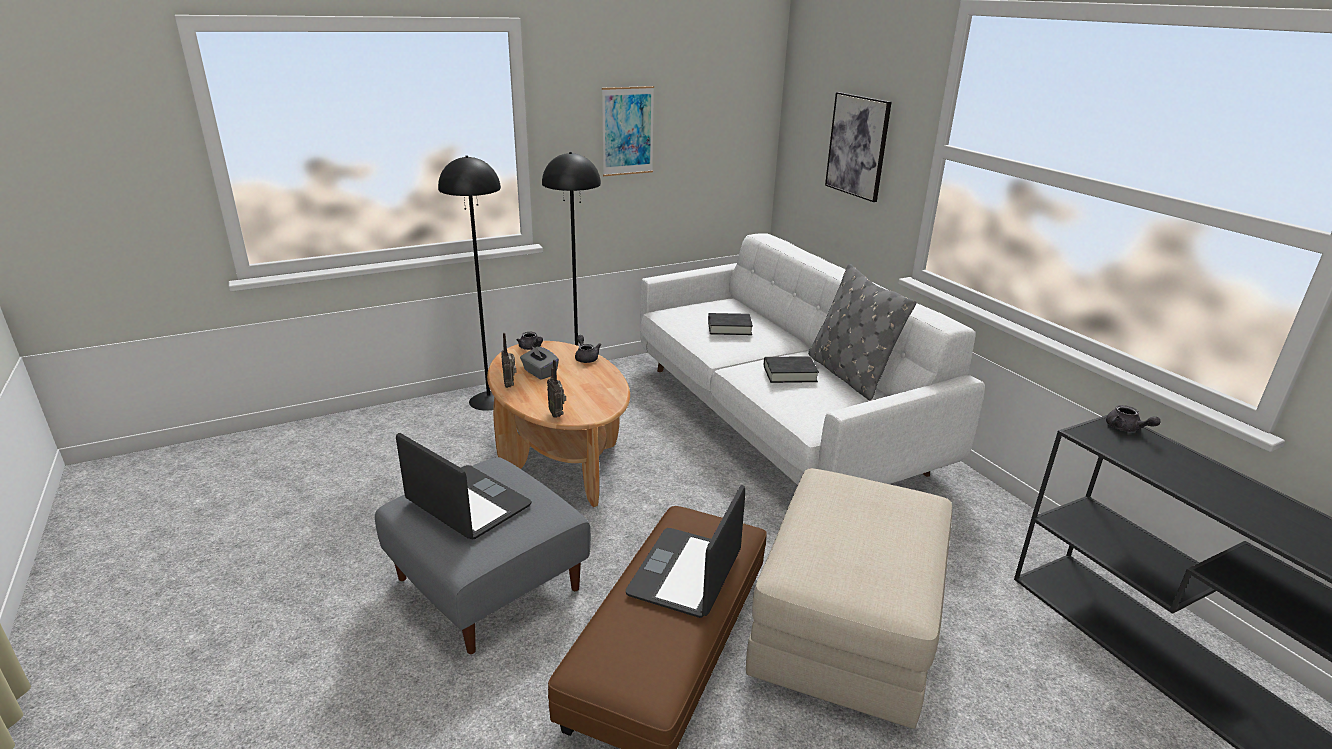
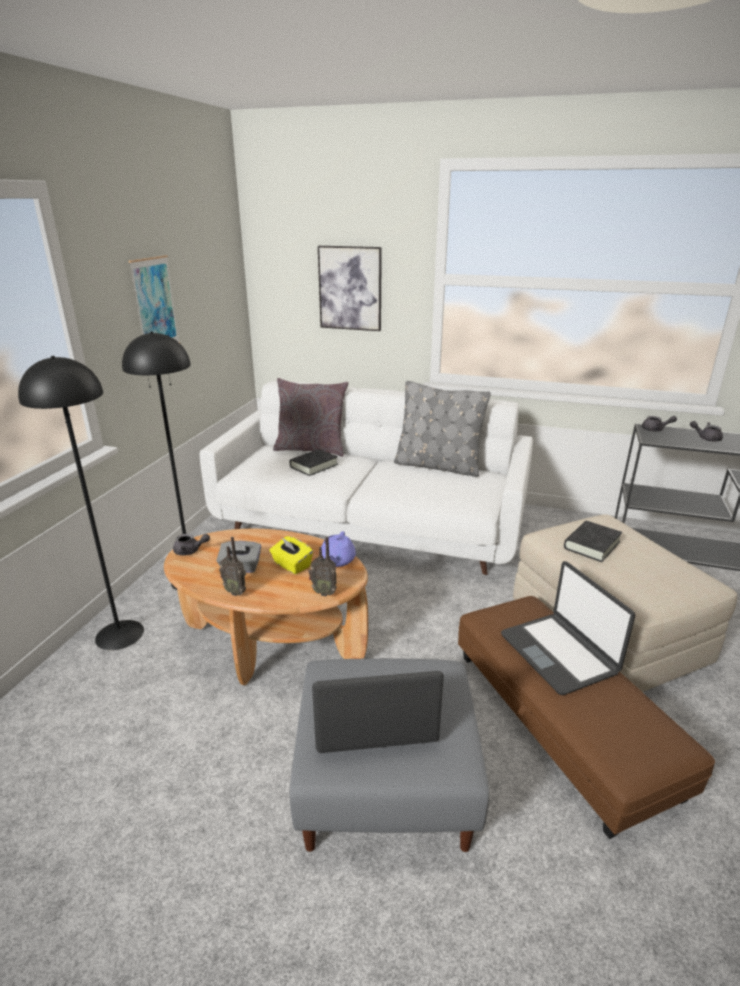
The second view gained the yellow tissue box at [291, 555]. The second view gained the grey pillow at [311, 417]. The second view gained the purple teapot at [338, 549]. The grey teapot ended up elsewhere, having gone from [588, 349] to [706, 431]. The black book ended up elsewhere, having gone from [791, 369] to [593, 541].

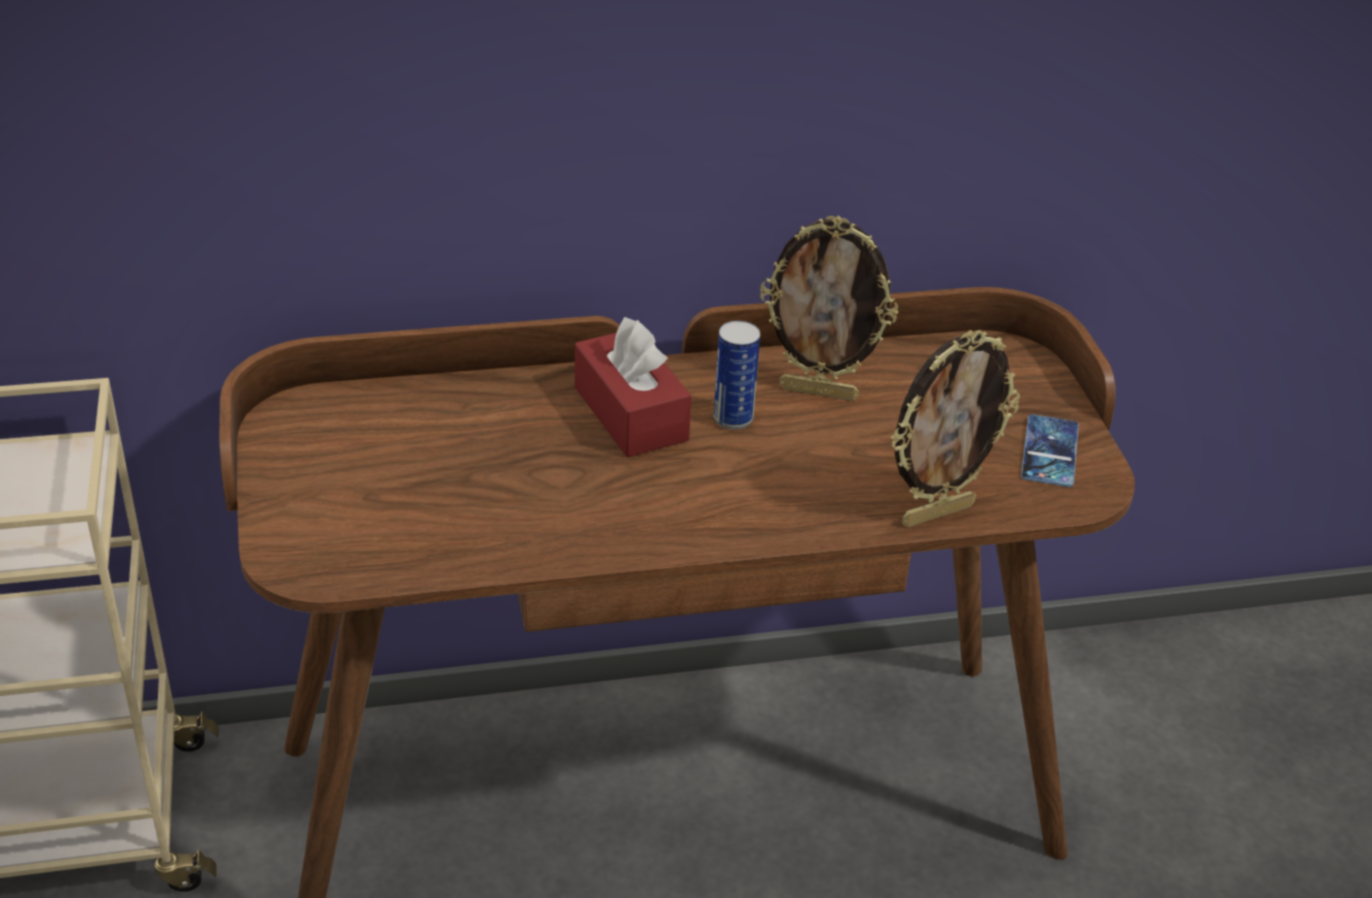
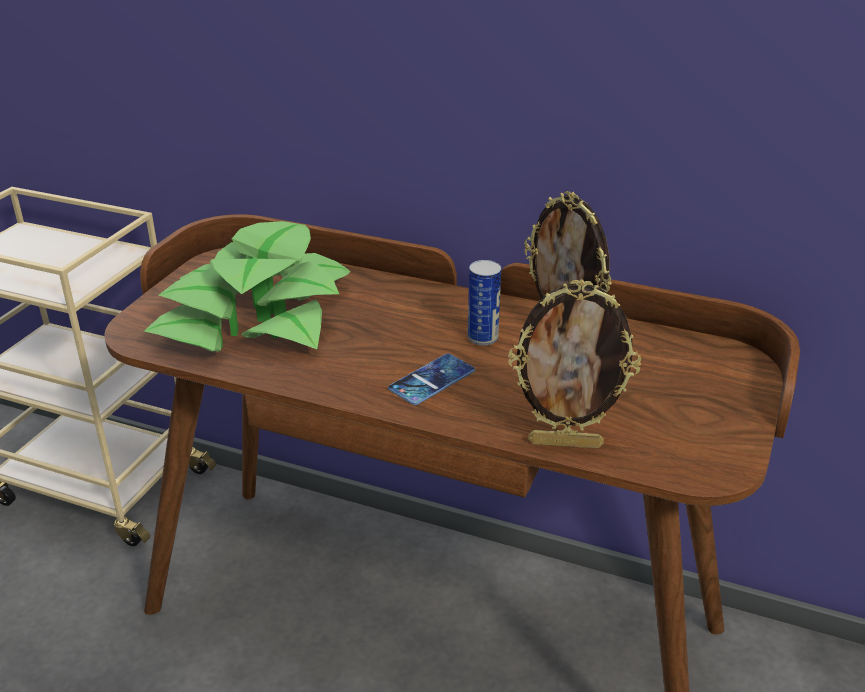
The second view lost the red tissue box at [633, 387]. The second view gained the potted plant at [247, 286]. The phone ended up elsewhere, having gone from [1050, 450] to [431, 379].

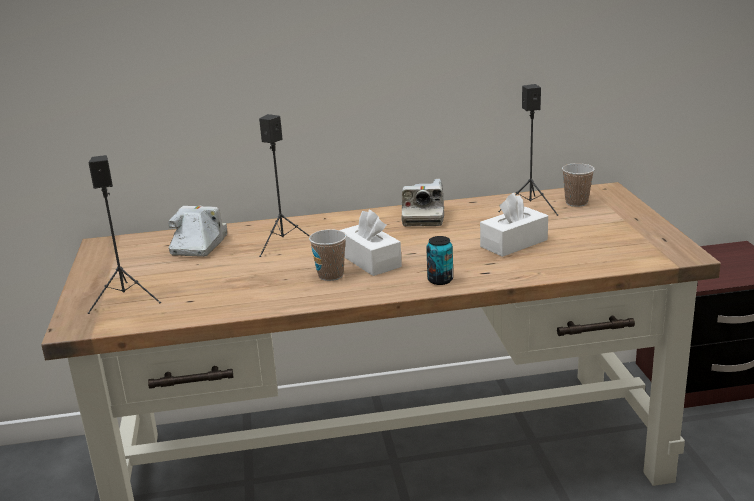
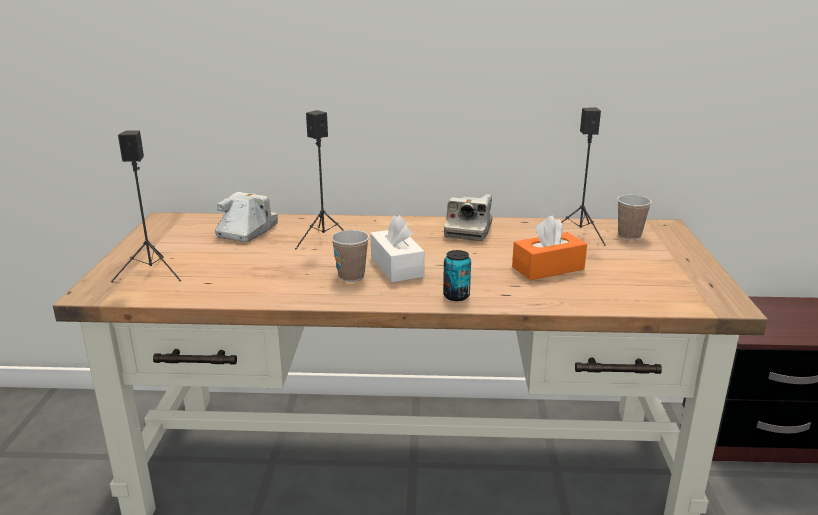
What was the white tissue box at [514, 225] turned into the orange tissue box at [549, 248].

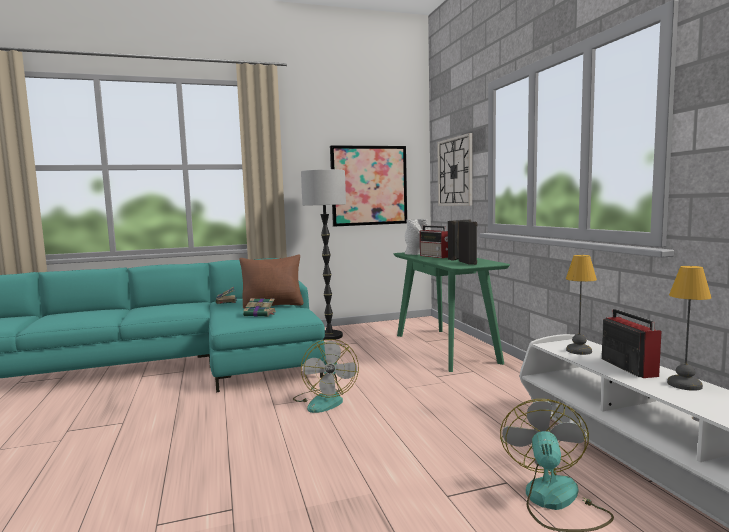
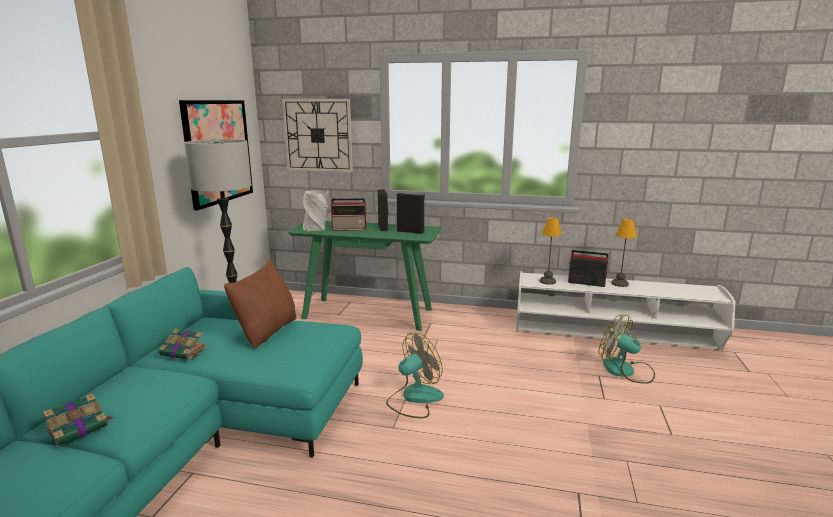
The book ended up elsewhere, having gone from [259, 307] to [79, 419]. The fan at [326, 376] ended up facing another way, 60 degrees counterclockwise from before.

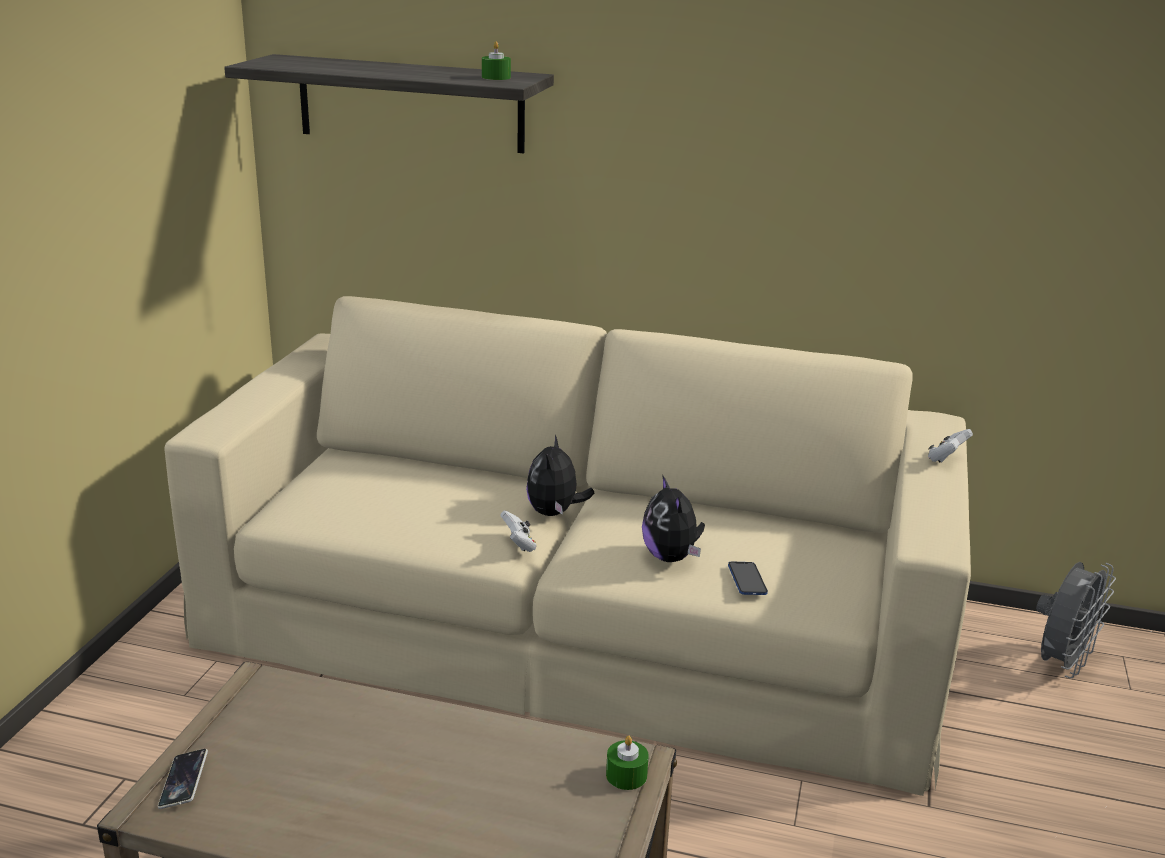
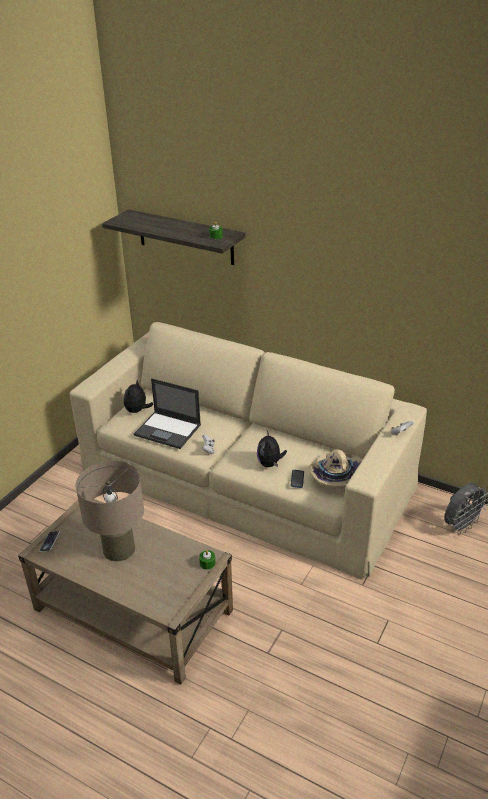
The second view gained the beige table lamp at [110, 511]. The second view gained the laptop at [167, 413]. The second view gained the beige hat at [335, 468]. The plush toy ended up elsewhere, having gone from [560, 475] to [138, 397].

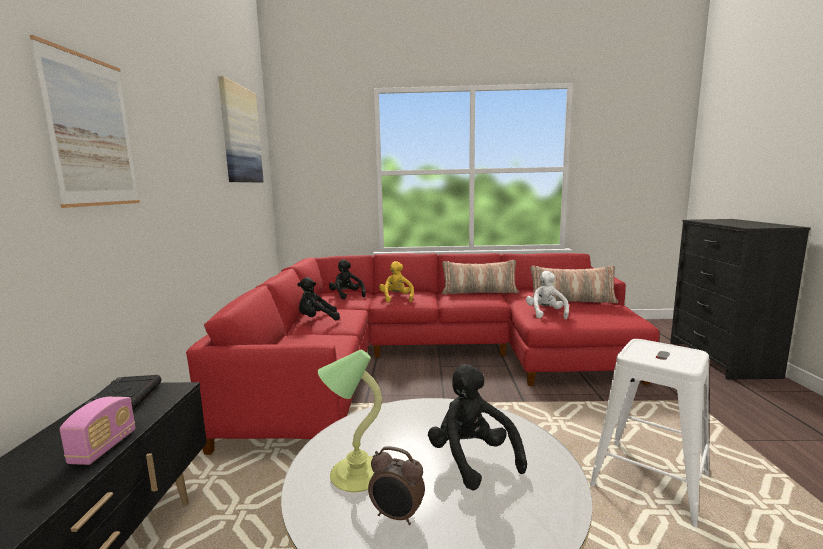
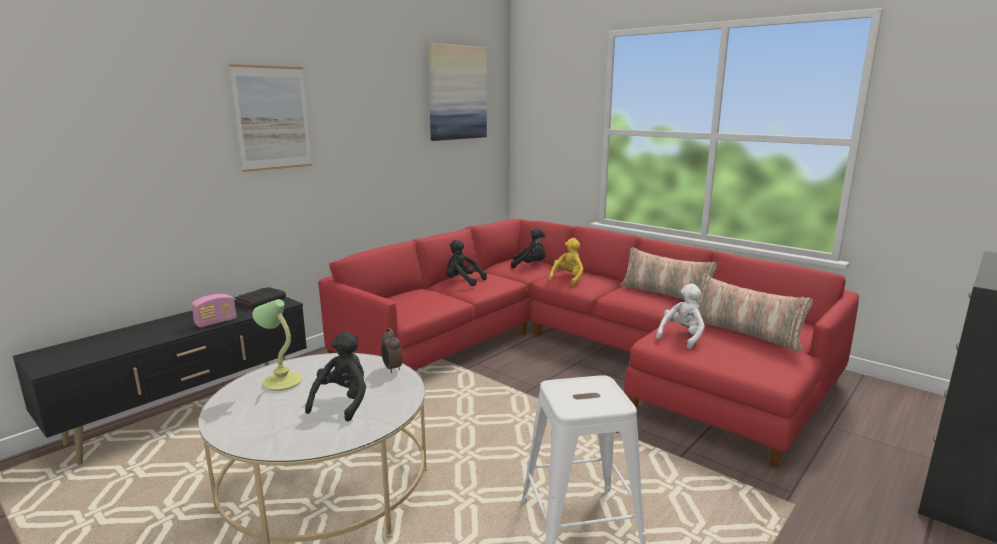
The alarm clock ended up elsewhere, having gone from [396, 485] to [391, 350]. The black plush toy at [347, 279] ended up facing another way, 90 degrees clockwise from before.

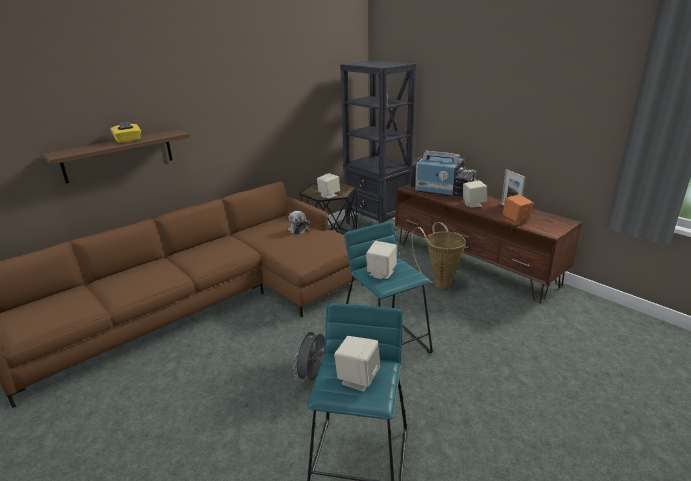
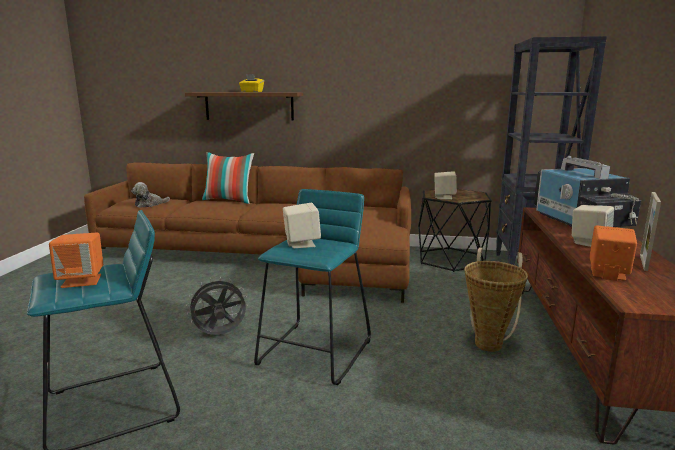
The second view gained the pillow at [228, 178]. The plush toy ended up elsewhere, having gone from [298, 222] to [150, 195]. What was the beige speaker at [357, 364] turned into the orange speaker at [76, 260].

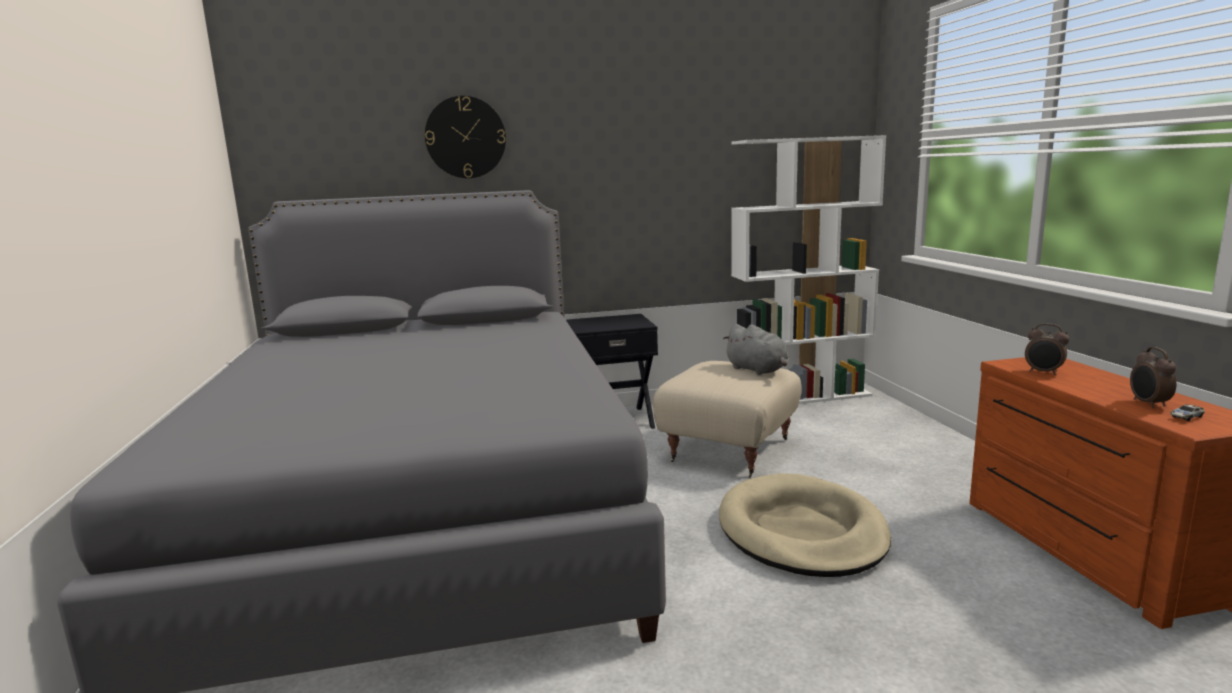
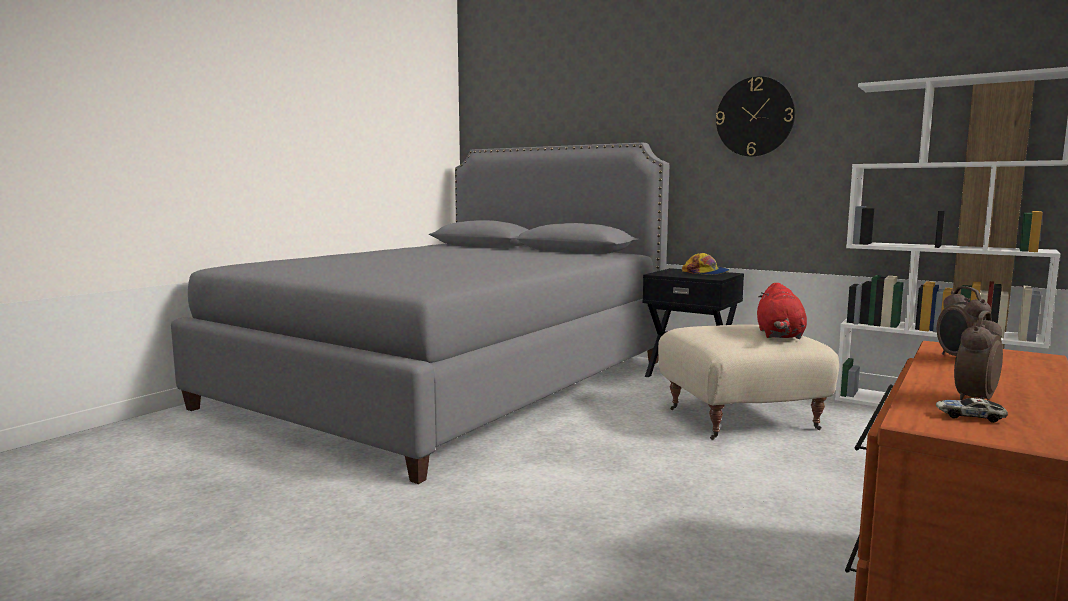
The second view lost the beige dog bed at [805, 525]. The second view gained the cap at [705, 264]. The wall clock ended up elsewhere, having gone from [465, 137] to [755, 116]. What was the grey plush toy at [755, 349] turned into the red plush toy at [782, 311].

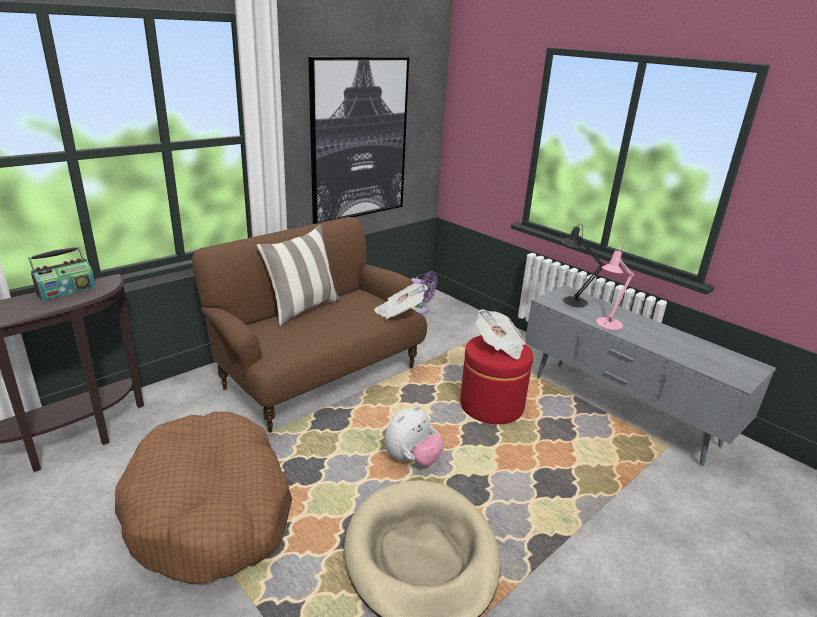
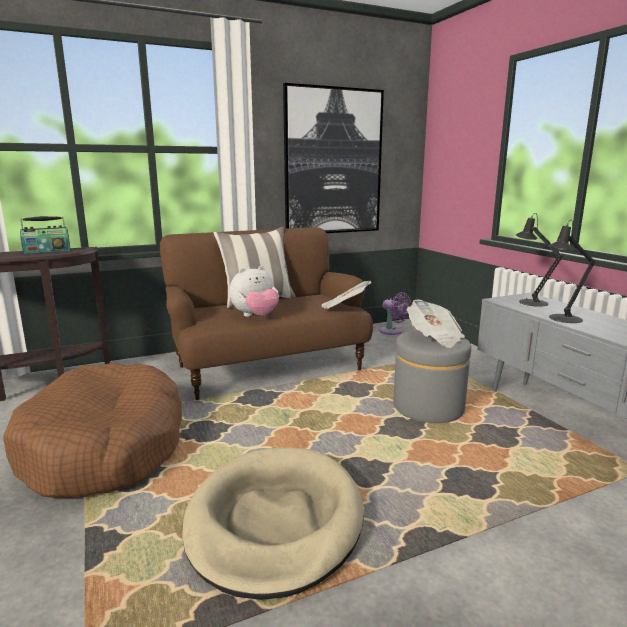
The plush toy ended up elsewhere, having gone from [414, 436] to [254, 291]. What was the red ottoman at [496, 379] turned into the grey ottoman at [432, 376]. What was the pink table lamp at [615, 288] turned into the black table lamp at [572, 271].

